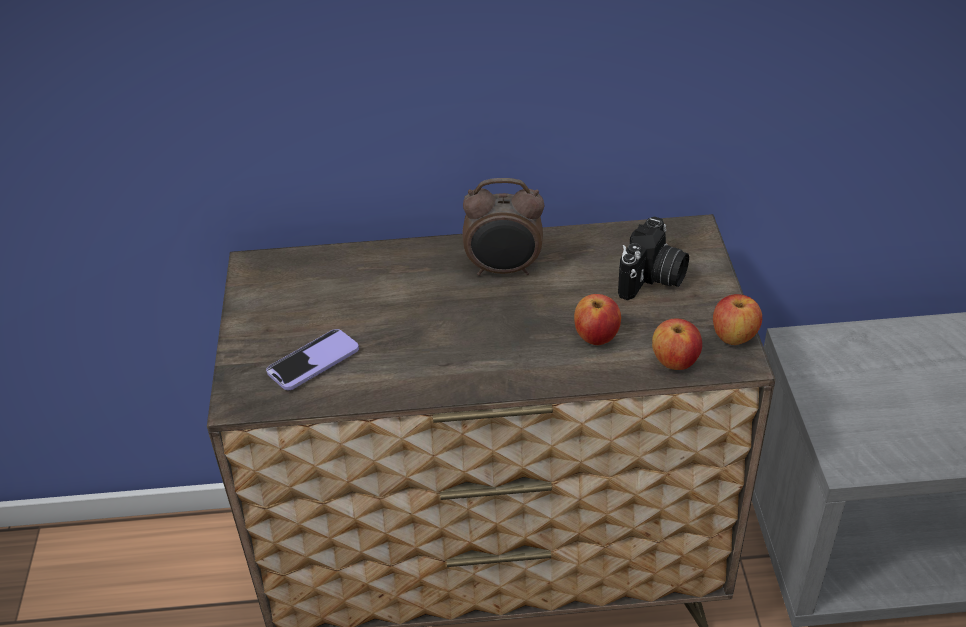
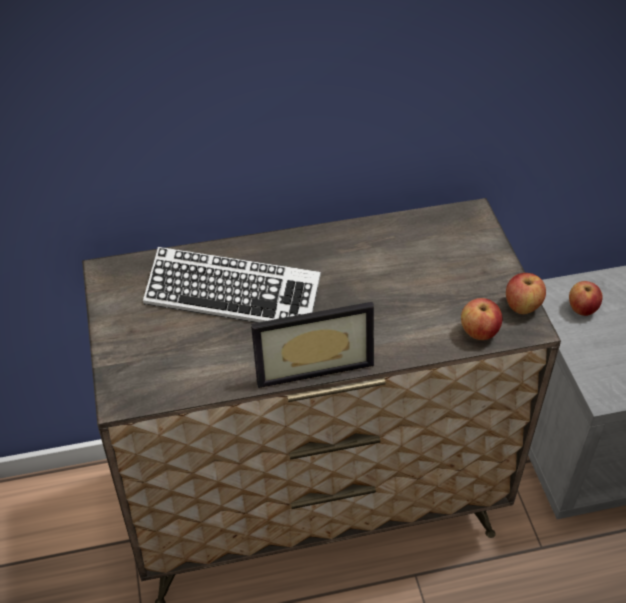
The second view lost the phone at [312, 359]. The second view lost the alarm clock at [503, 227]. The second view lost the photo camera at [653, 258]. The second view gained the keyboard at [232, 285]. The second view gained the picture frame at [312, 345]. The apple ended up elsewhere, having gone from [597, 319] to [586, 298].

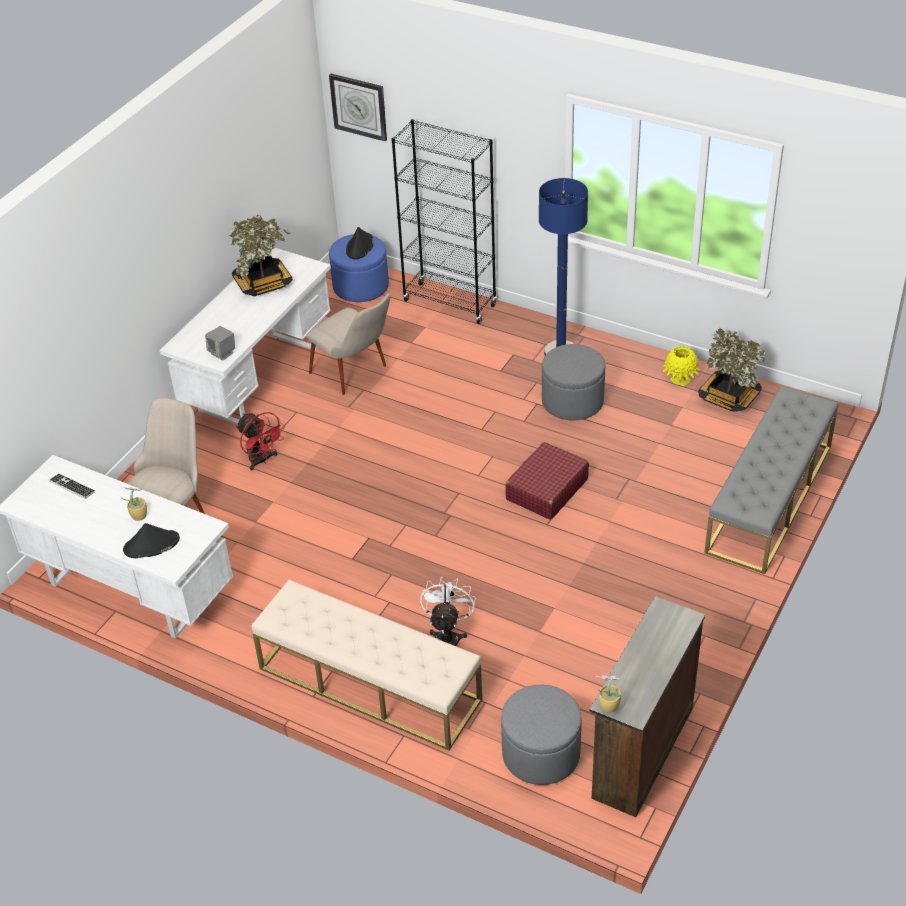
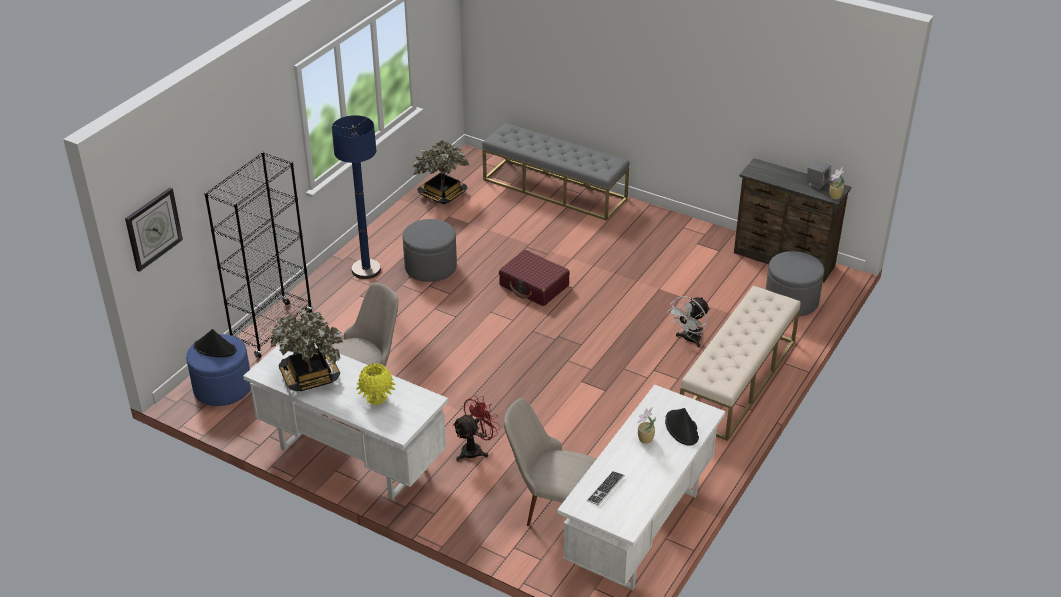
The grey speaker ended up elsewhere, having gone from [220, 343] to [819, 175]. The yellow vase ended up elsewhere, having gone from [681, 366] to [376, 384]. The white fan at [447, 611] ended up facing another way, 60 degrees counterclockwise from before.

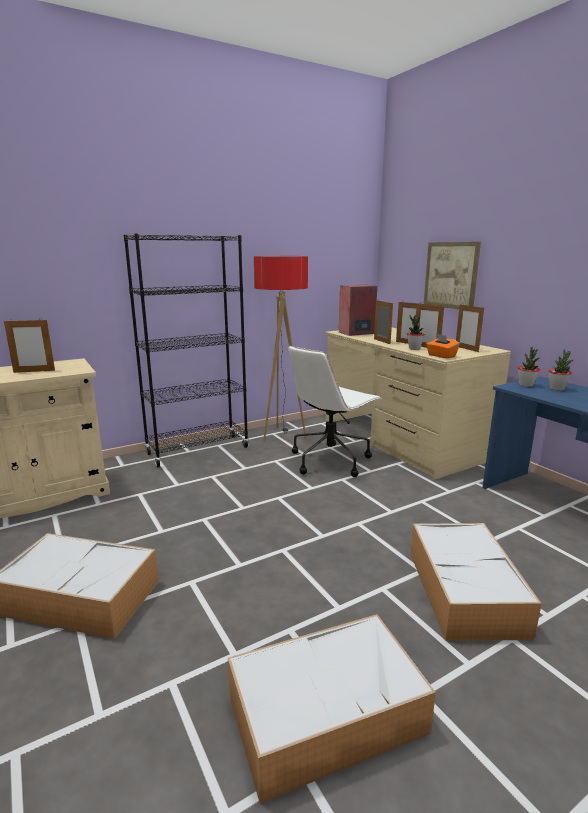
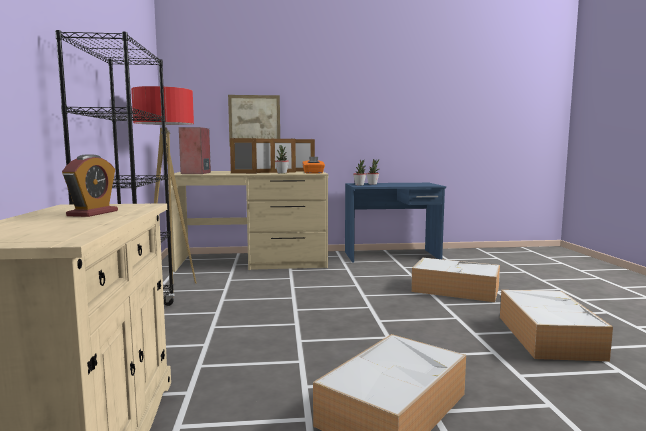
The second view lost the white office chair at [335, 411]. Where the picture frame stood at [29, 346], the alarm clock came to stand at [90, 186].

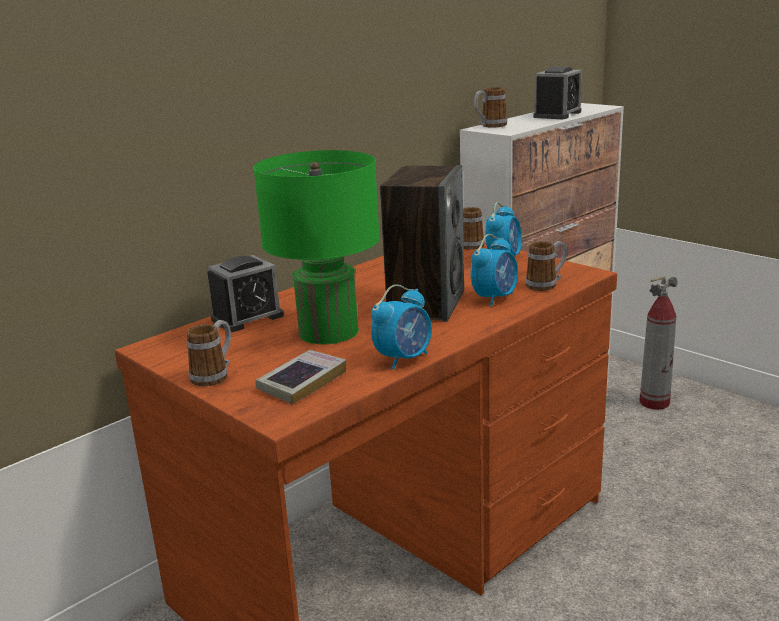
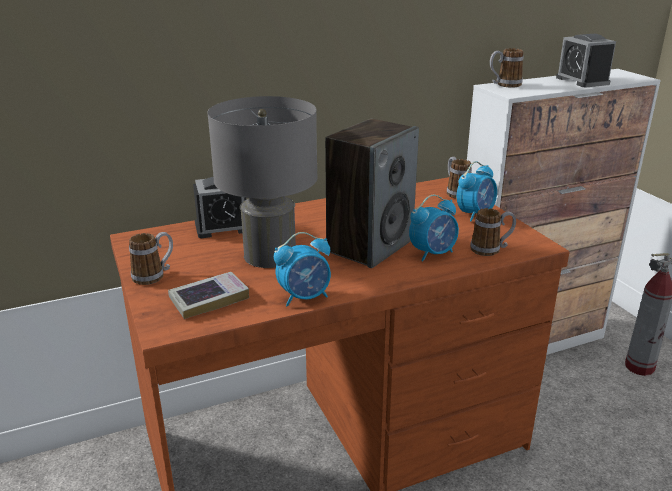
What was the green table lamp at [316, 247] turned into the grey table lamp at [262, 182]. The alarm clock at [557, 93] ended up facing another way, 105 degrees clockwise from before.

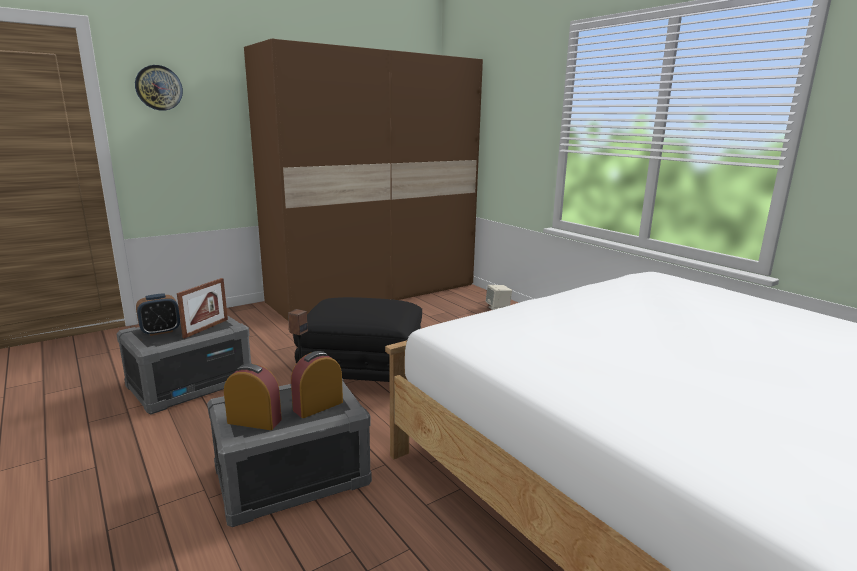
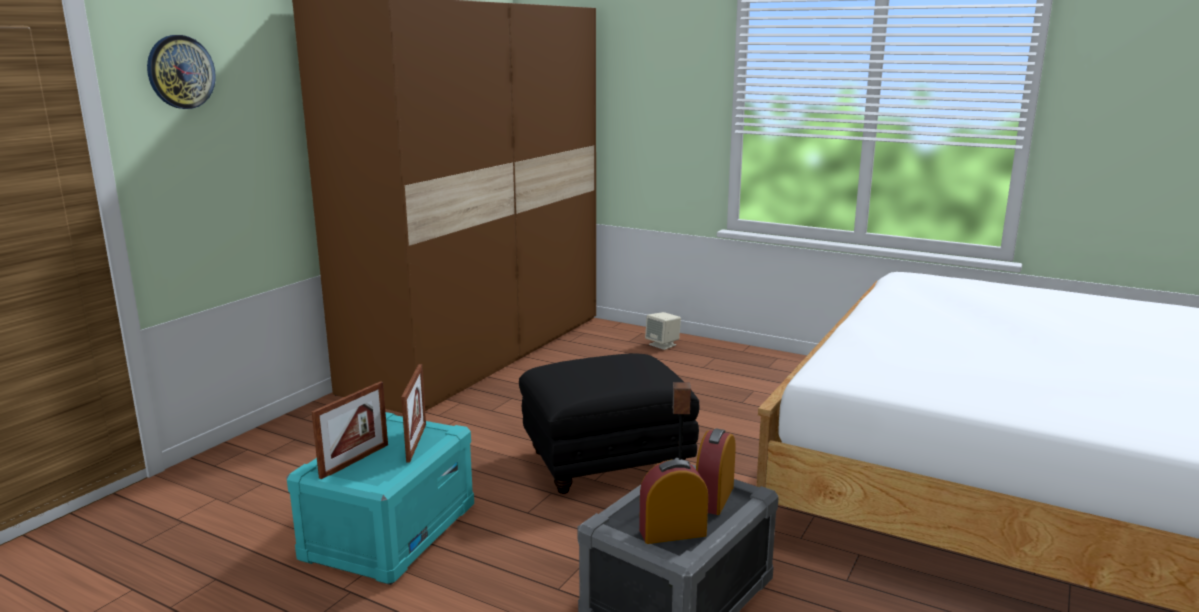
Where the alarm clock stood at [158, 314], the picture frame came to stand at [350, 430]. What was the grey storage box at [183, 364] turned into the turquoise storage box at [380, 498].

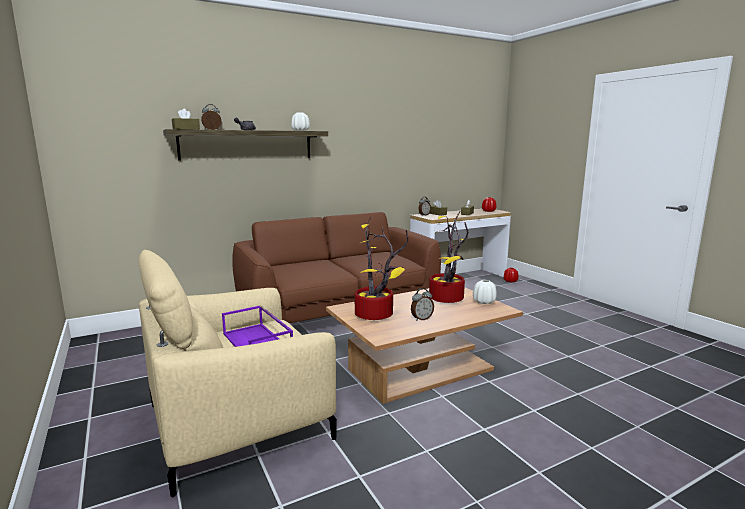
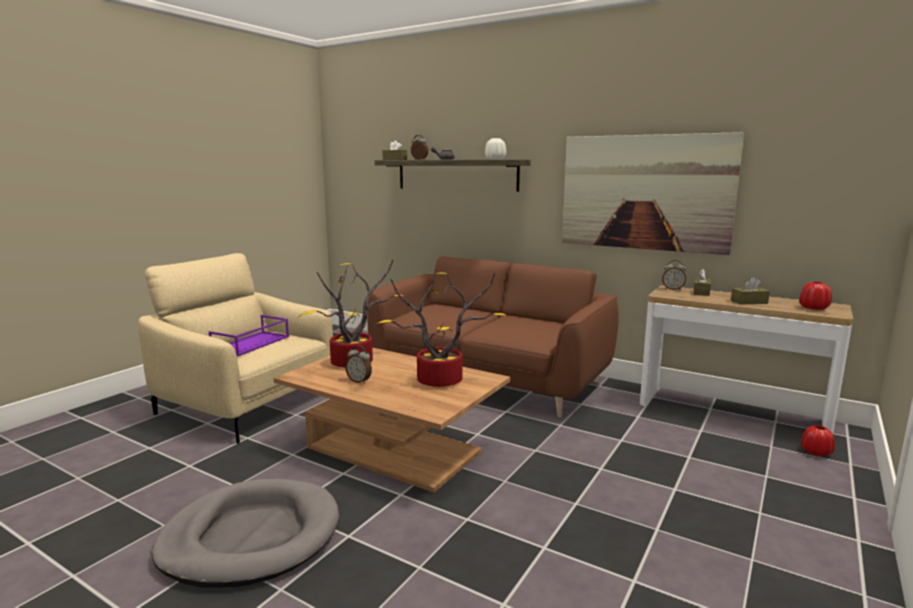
The second view lost the white vase at [485, 292]. The second view gained the grey dog bed at [245, 533]. The second view gained the picture at [653, 193].

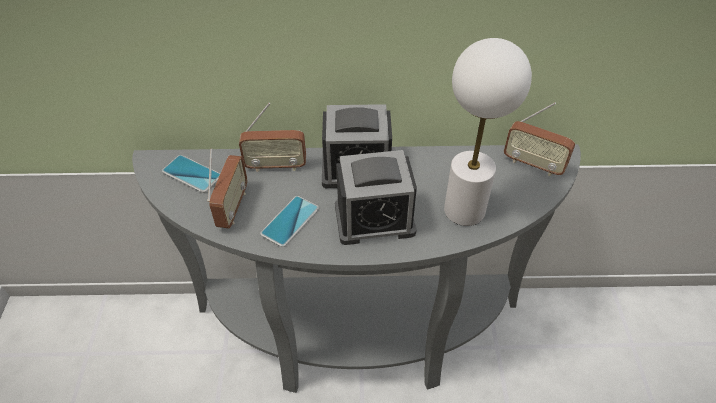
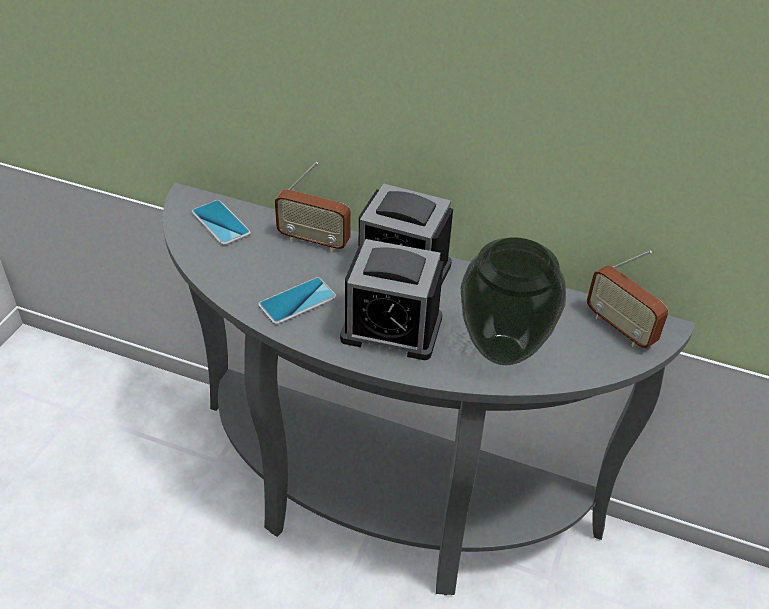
The second view lost the radio at [227, 188]. Where the white table lamp stood at [488, 132], the vase came to stand at [513, 301].

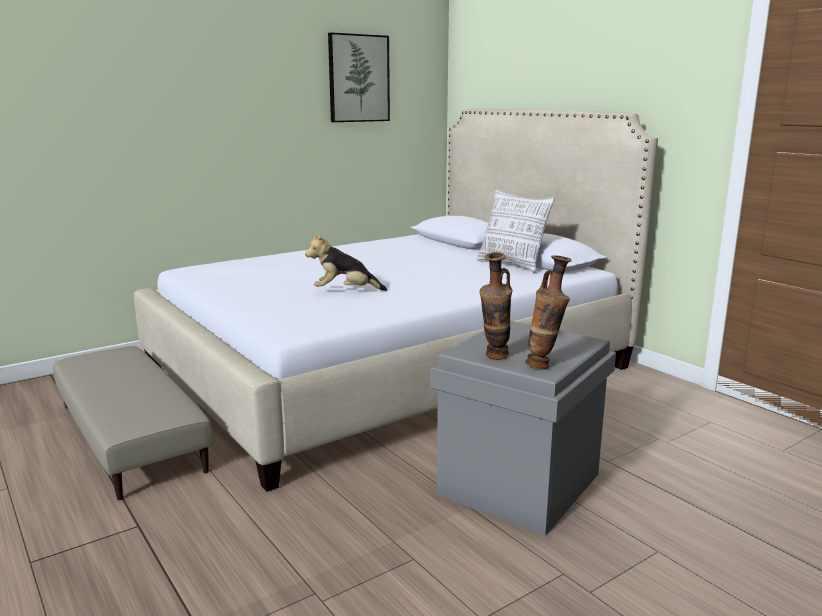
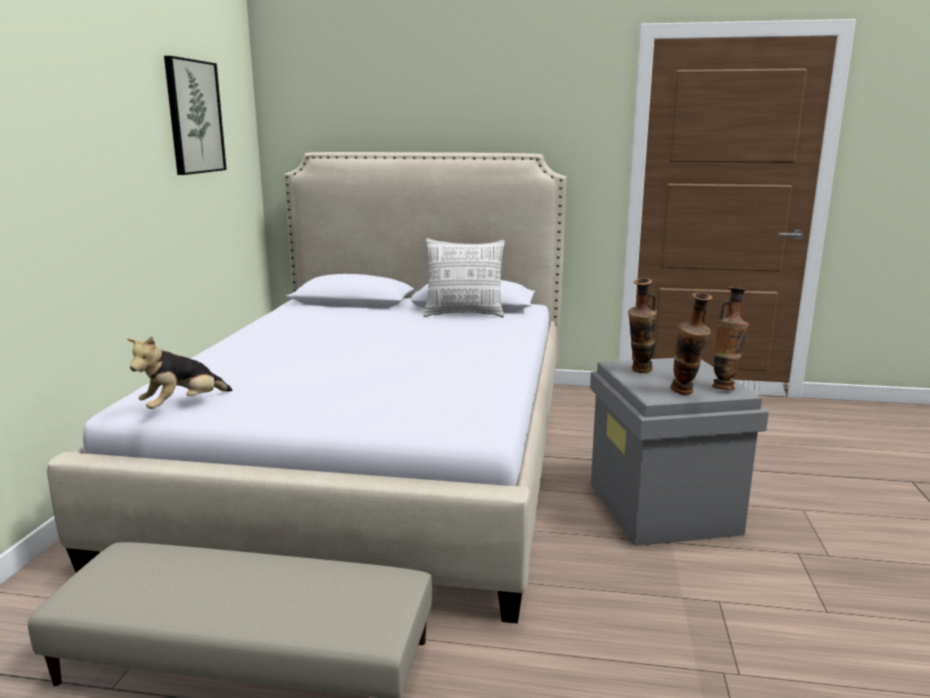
The second view gained the vase at [642, 325]. The plush toy ended up elsewhere, having gone from [346, 262] to [179, 373].

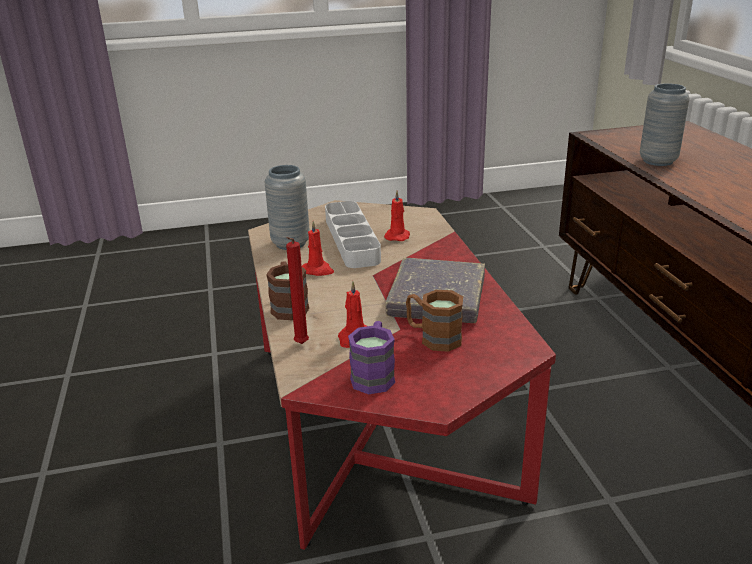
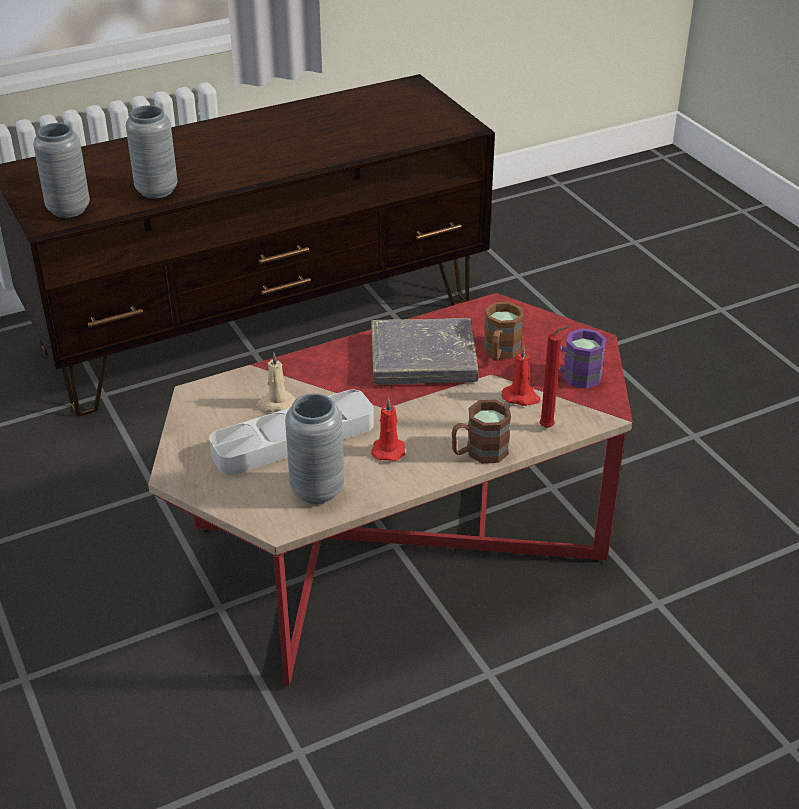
The second view gained the grey vase at [61, 170]. What was the red candle at [397, 216] turned into the beige candle at [276, 382].

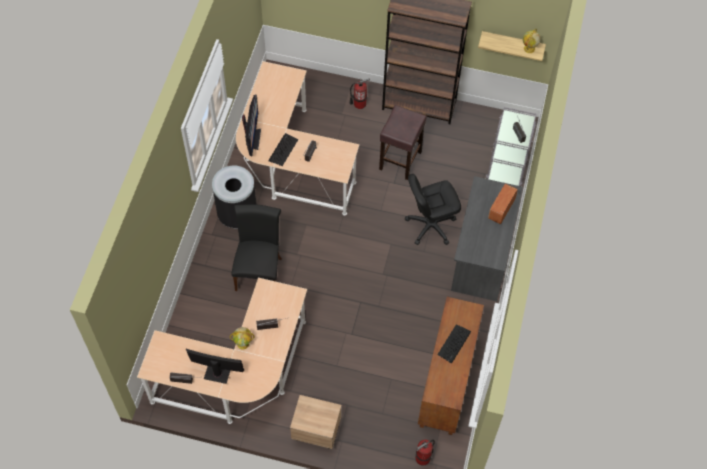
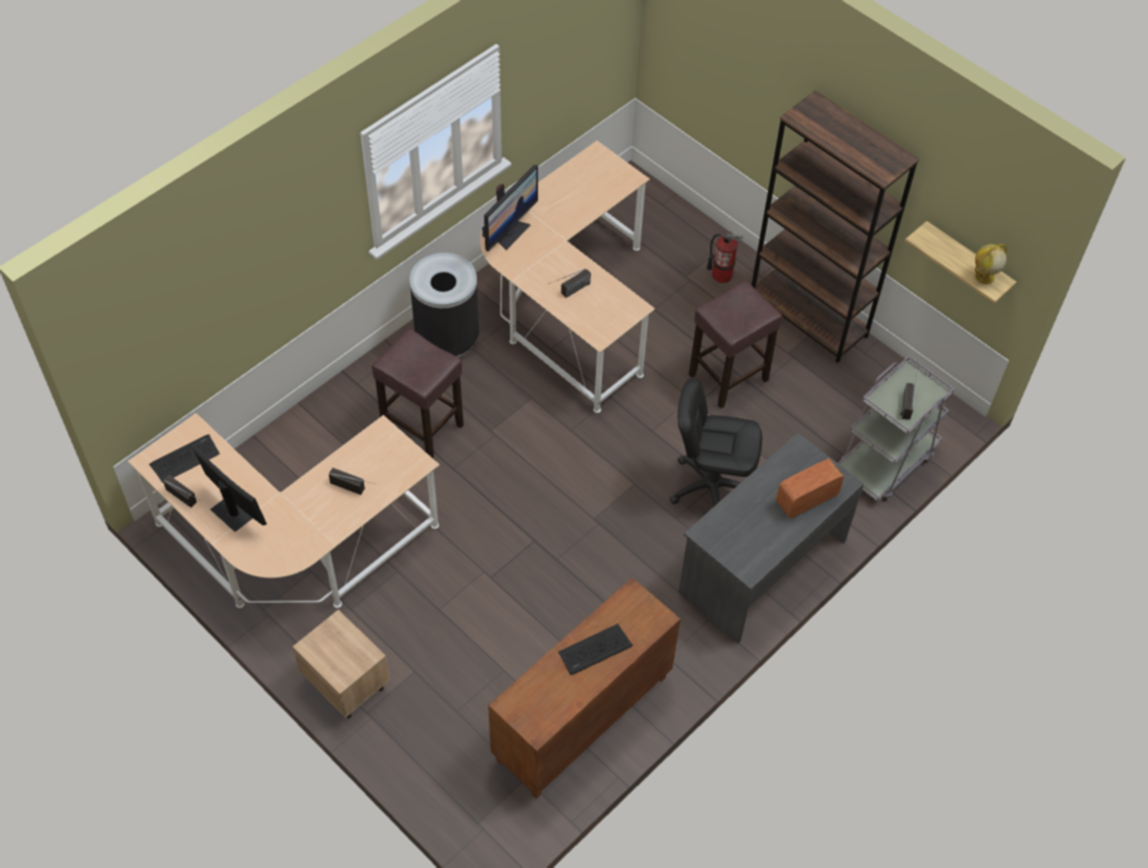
The second view lost the globe at [242, 338]. The second view lost the fire extinguisher at [425, 452]. The keyboard ended up elsewhere, having gone from [283, 149] to [184, 458]. Where the black chair stood at [256, 247], the brown stool came to stand at [418, 393].

